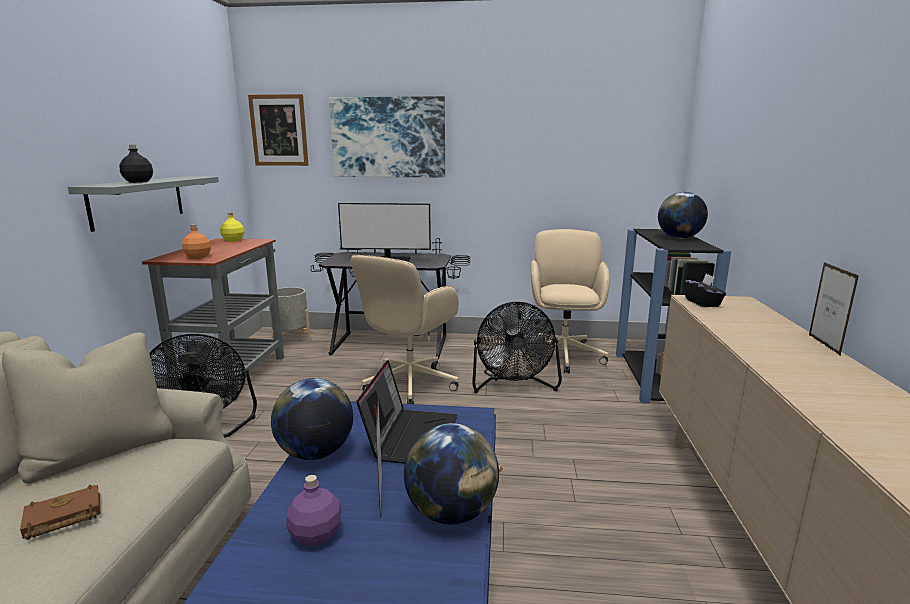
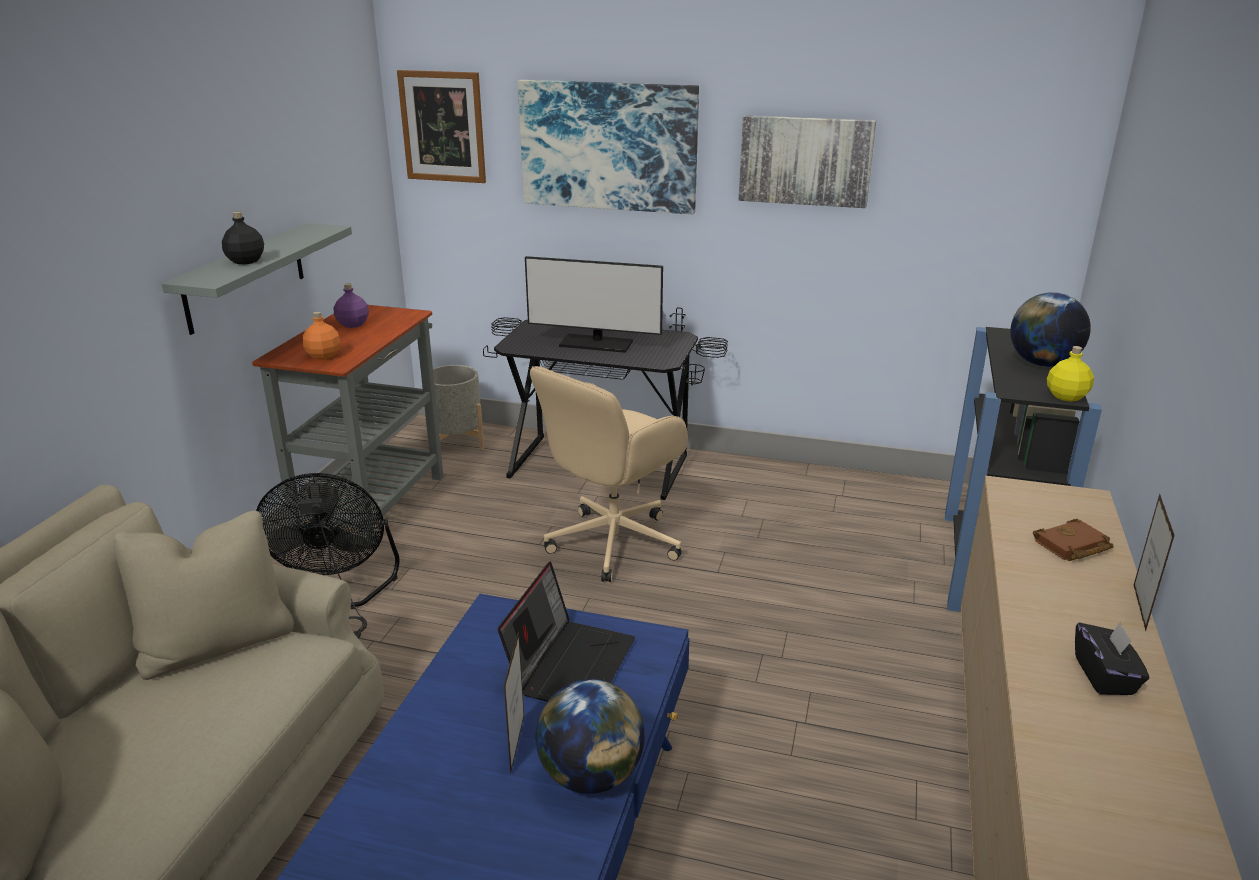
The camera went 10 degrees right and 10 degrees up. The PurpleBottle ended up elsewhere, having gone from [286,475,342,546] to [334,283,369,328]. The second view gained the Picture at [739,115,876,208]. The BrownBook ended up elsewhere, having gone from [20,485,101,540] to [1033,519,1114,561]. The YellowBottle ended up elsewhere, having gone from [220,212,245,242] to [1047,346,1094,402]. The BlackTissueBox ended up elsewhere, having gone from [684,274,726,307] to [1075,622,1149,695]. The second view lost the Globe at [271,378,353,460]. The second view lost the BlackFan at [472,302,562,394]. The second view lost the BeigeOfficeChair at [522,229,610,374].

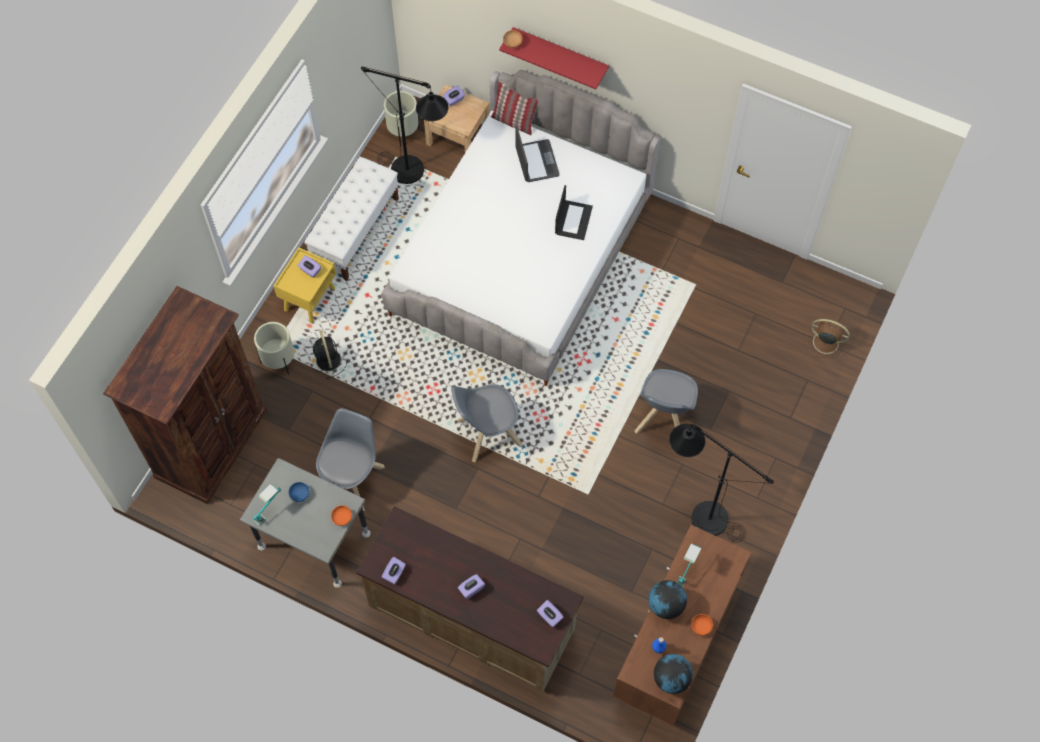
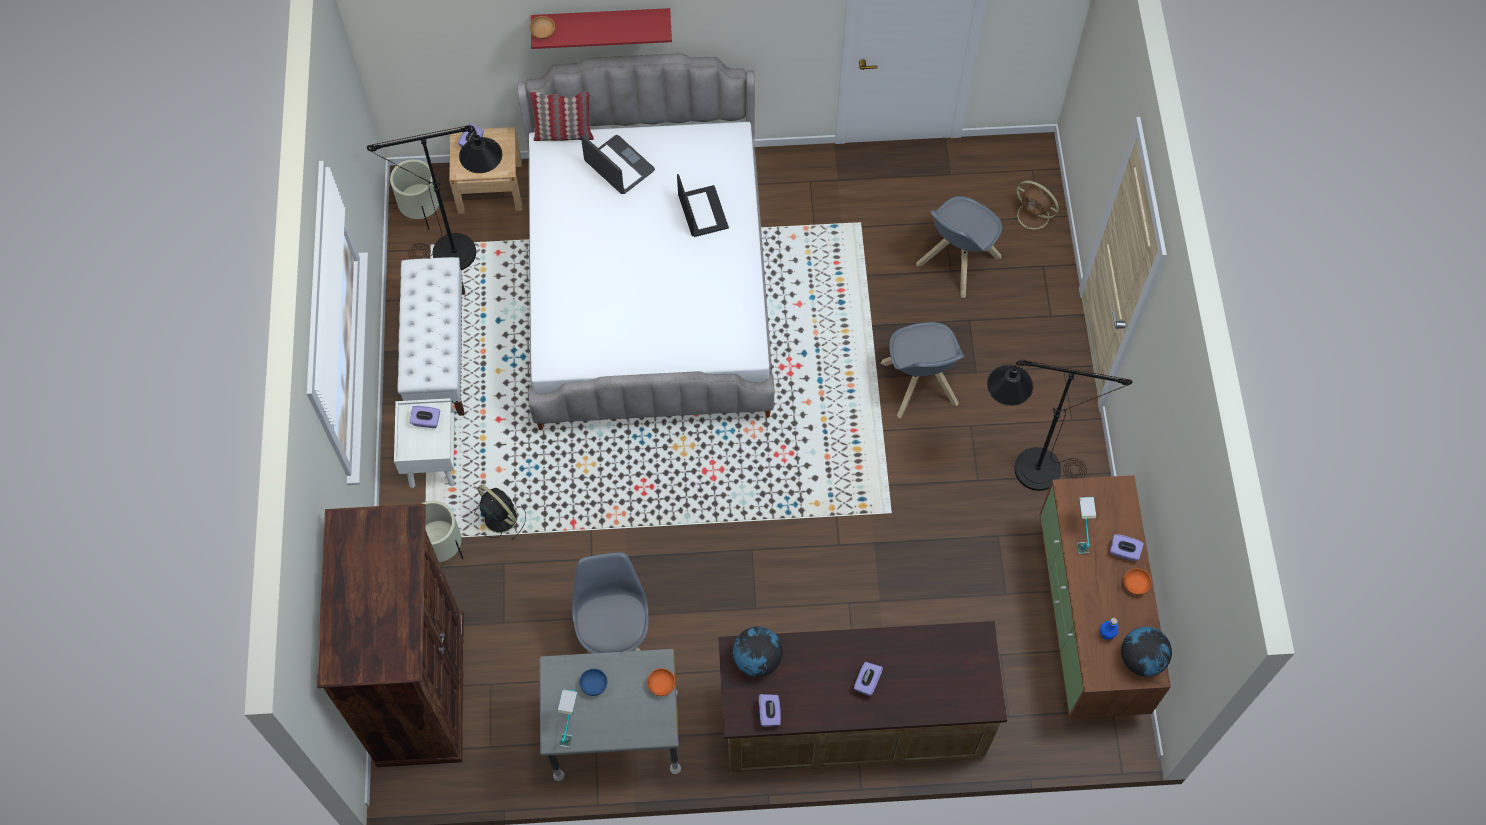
The camera went 30 degrees left and 0 degrees up. What was the YellowNightstand at [274,247,336,323] turned into the WhiteNightstand at [394,398,455,488]. The Globe ended up elsewhere, having gone from [648,580,687,619] to [733,627,783,677]. The GreyChair ended up elsewhere, having gone from [451,384,523,462] to [916,196,1002,298]. The BrownFan at [806,319,850,358] ended up facing another way, 135 degrees counterclockwise from before. The PurpleTissueBox ended up elsewhere, having gone from [537,600,564,627] to [1110,534,1144,561].

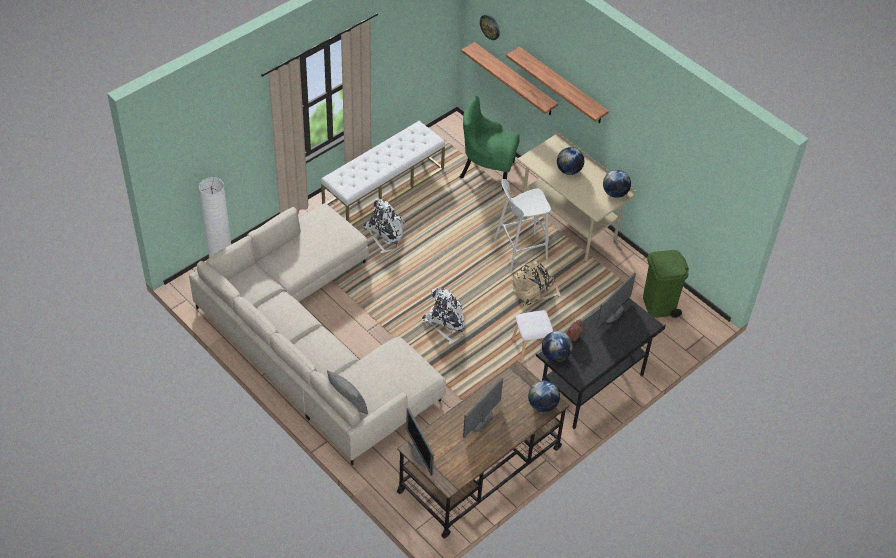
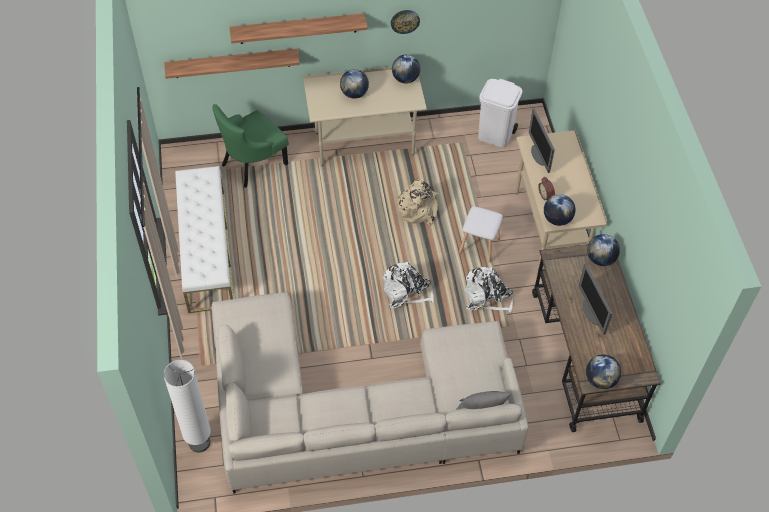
The camera went 55 degrees left and 5 degrees up. The WallClock ended up elsewhere, having gone from [480,15,500,40] to [391,10,420,34]. The WhiteBackpack ended up elsewhere, having gone from [363,199,404,253] to [465,267,513,313]. What was the GreenTrashCan at [643,250,689,318] turned into the WhiteTrashCan at [478,79,522,147]. What was the BlackDesk at [536,298,666,430] turned into the BeigeDesk at [515,129,607,270]. Where the Monitor stood at [406,408,434,476], the Globe came to stand at [586,354,621,389]. The second view lost the WhiteStool at [494,179,551,273].

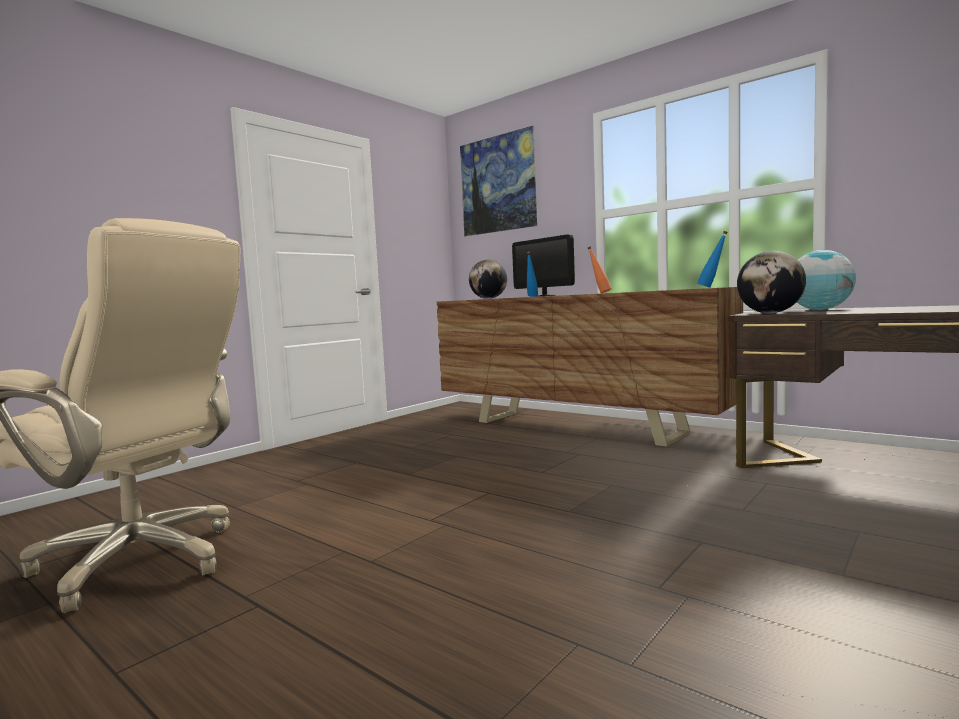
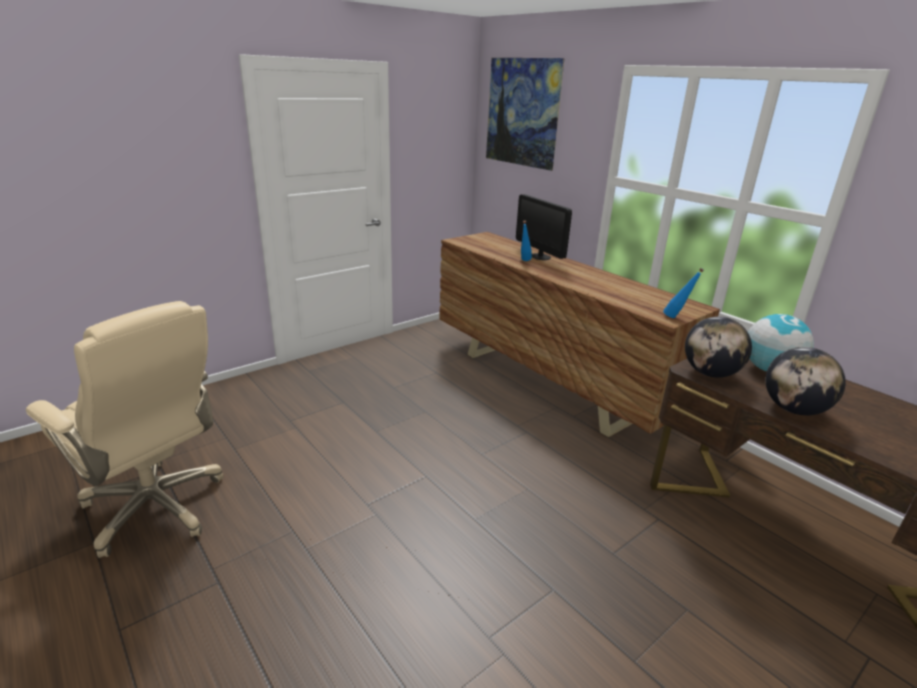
The camera went 10 degrees right and 20 degrees up. The Globe ended up elsewhere, having gone from [469,260,507,299] to [765,347,846,415]. The second view lost the OrangeBottle at [588,247,612,293].

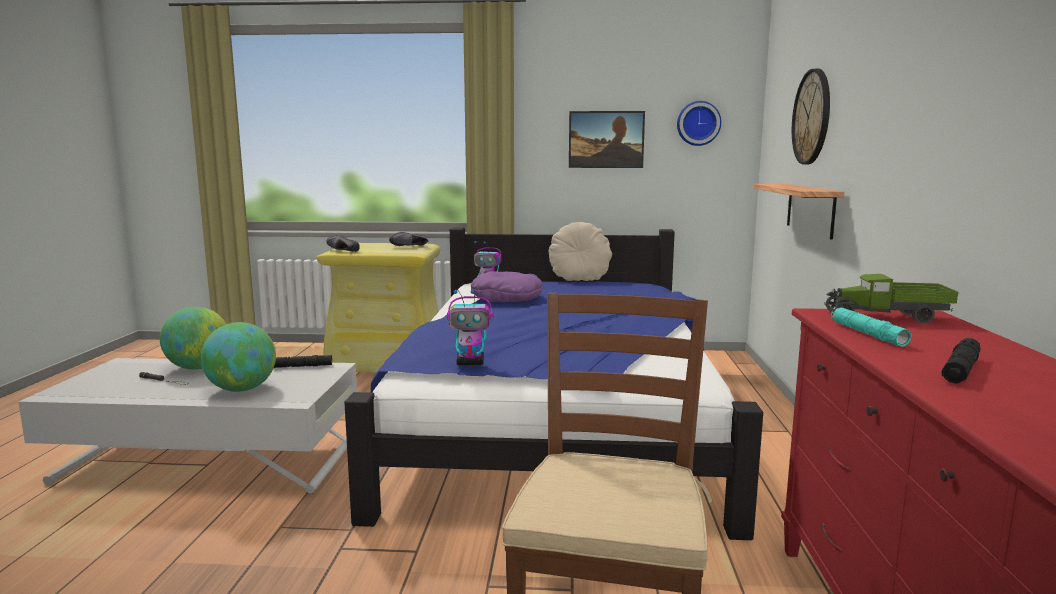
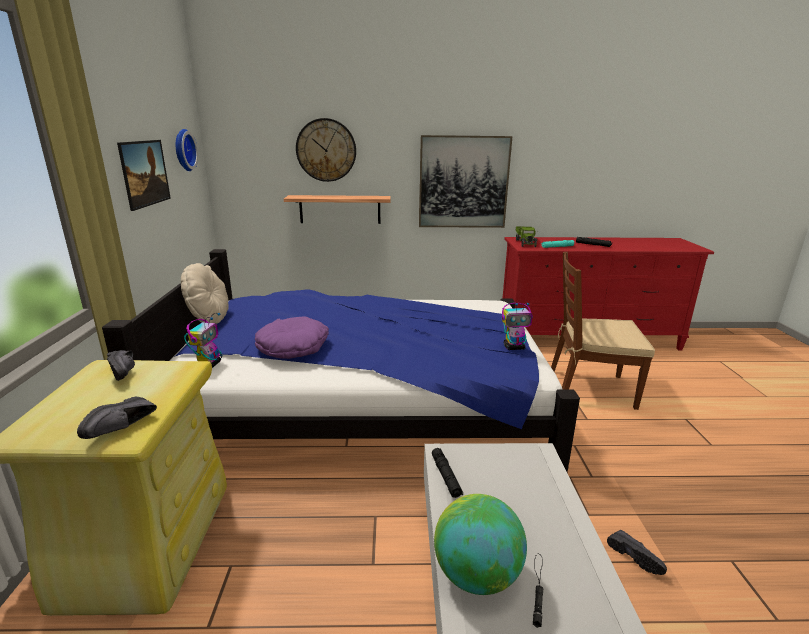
The camera went 95 degrees left and 10 degrees up. The second view gained the Picture at [419,135,512,228]. The ToyRobot at [447,290,493,365] ended up facing another way, 90 degrees clockwise from before. The second view gained the BlackShoe at [607,530,667,575]. The second view lost the Globe at [201,322,276,392].

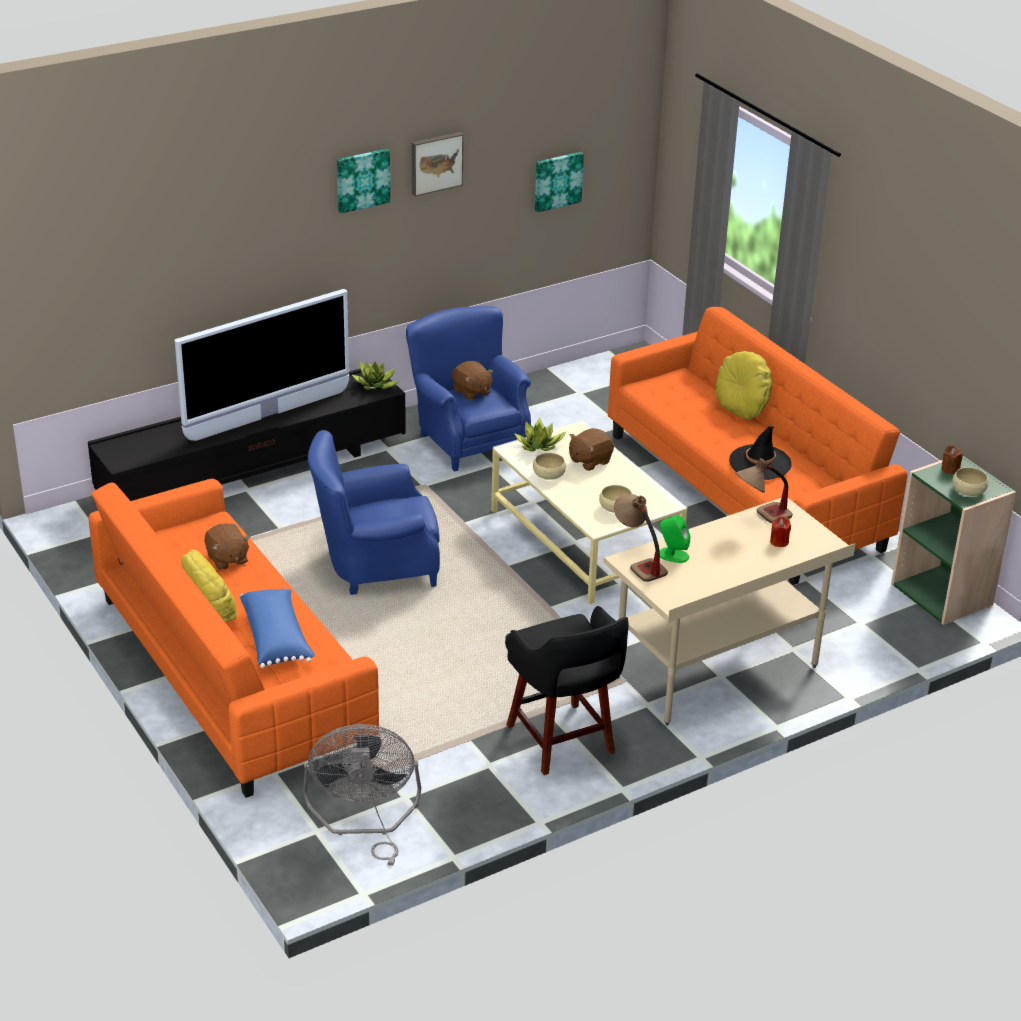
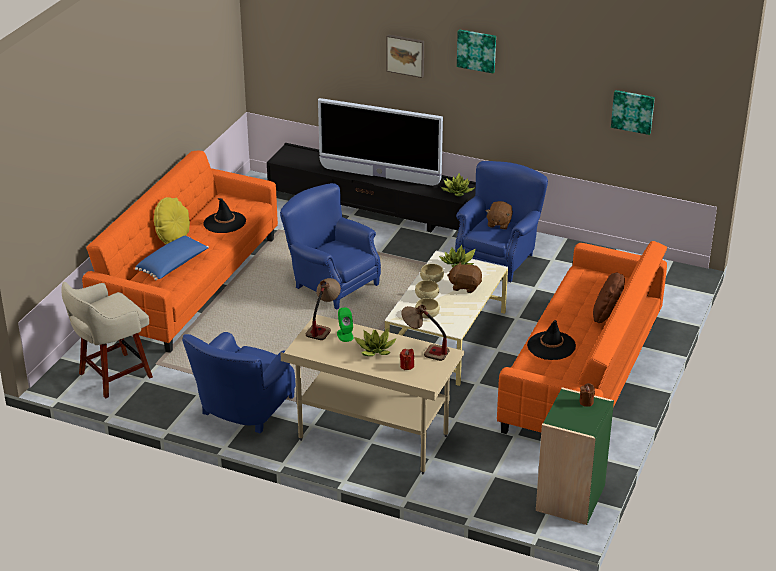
The camera went 55 degrees right and 0 degrees up. Where the GreyFan stood at [303,724,421,866], the BeigeStool came to stand at [61,282,153,399]. Where the BlackStool stood at [505,606,628,775], the BlueArmchair came to stand at [182,332,295,434]. Where the BrownPlushToy stood at [205,523,250,570], the BlackHat came to stand at [203,198,246,233]. The second view gained the PottedPlant at [354,329,396,356]. The Picture ended up elsewhere, having gone from [412,132,464,196] to [387,34,424,78]. The BeigeBowl ended up elsewhere, having gone from [952,467,989,496] to [415,280,439,299]. What was the YellowPillow at [715,351,772,420] turned into the BrownPillow at [593,273,625,323].

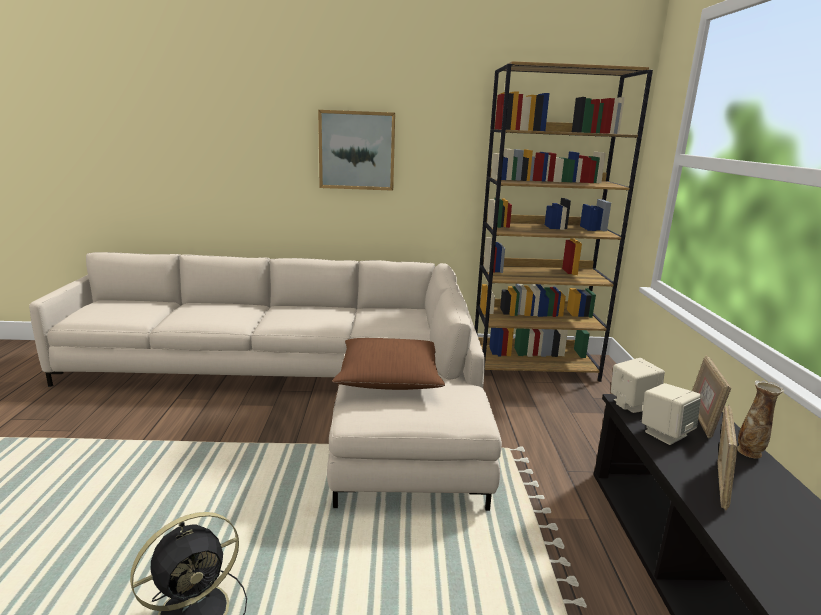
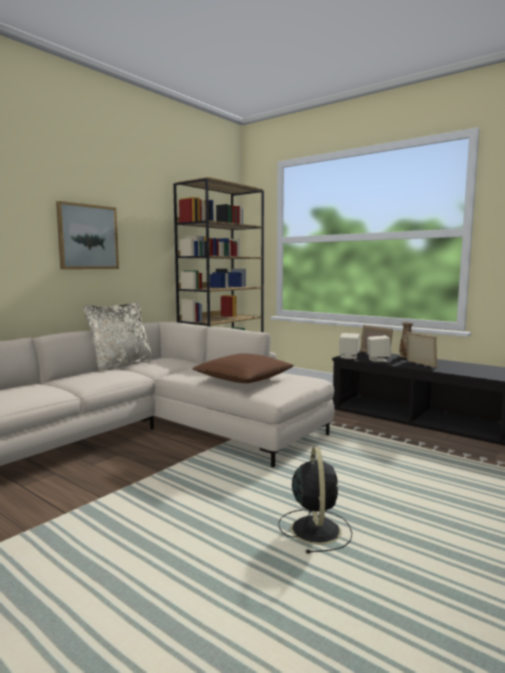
The camera went 50 degrees left and 10 degrees down. The second view gained the BeigePillow at [83,302,152,371].

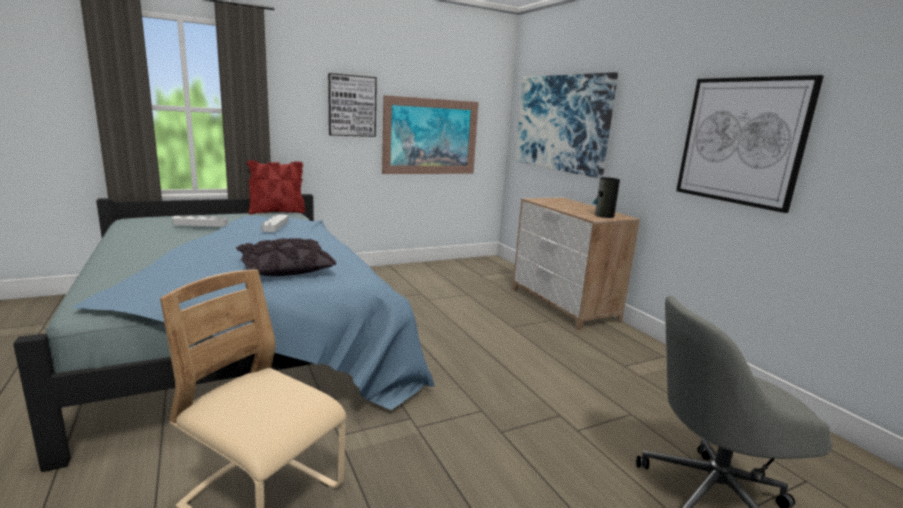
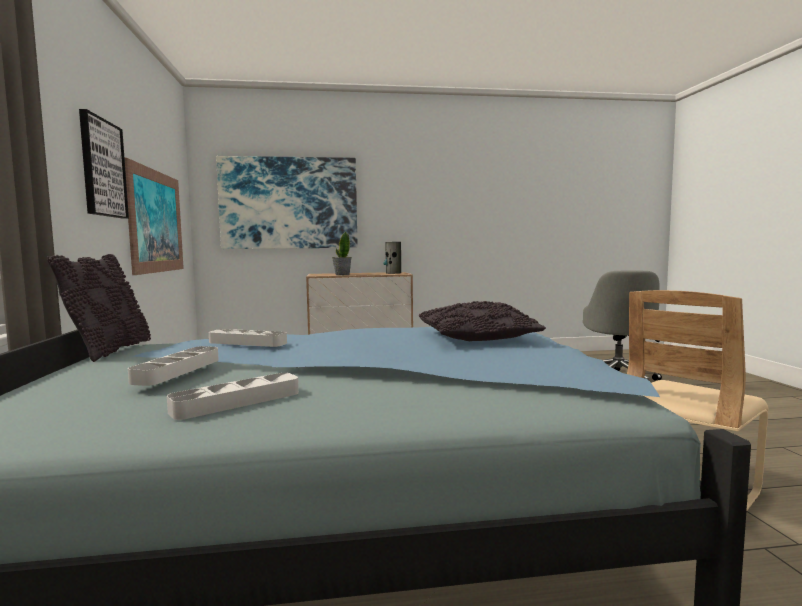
The camera went 70 degrees left and 10 degrees down. What was the RedPillow at [246,160,305,214] turned into the BlackPillow at [47,254,151,362]. The second view gained the GreyTray at [167,373,299,420]. The second view gained the PottedPlant at [332,231,352,275]. The second view lost the Picture at [676,75,824,213].

